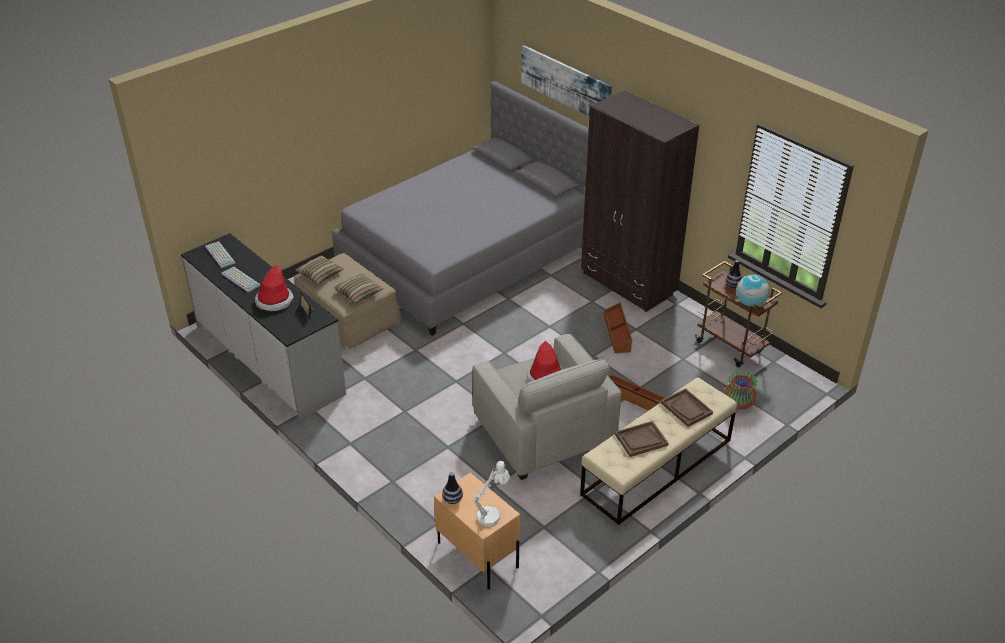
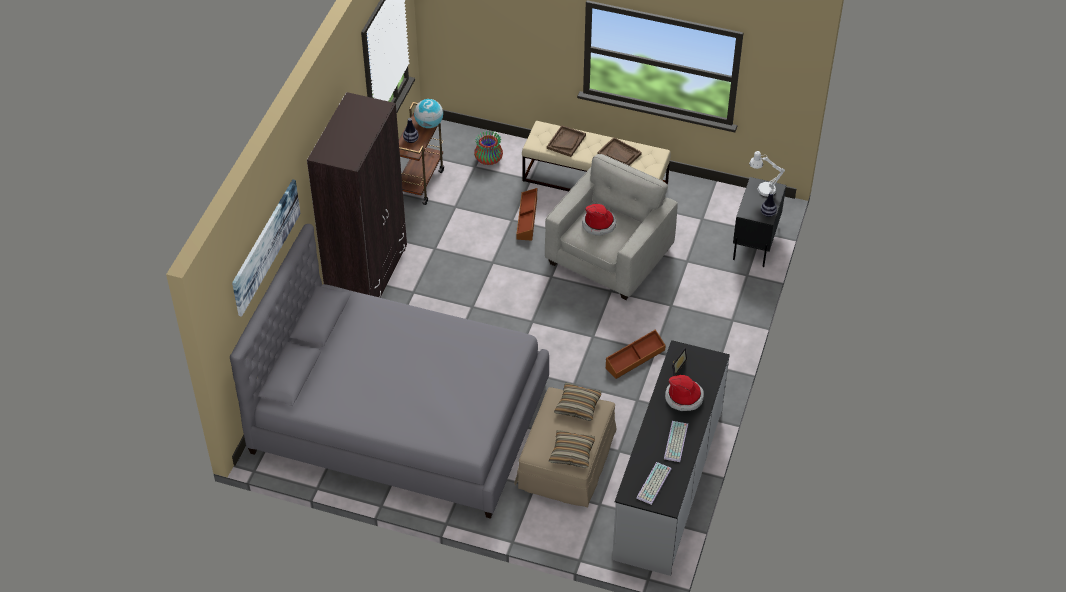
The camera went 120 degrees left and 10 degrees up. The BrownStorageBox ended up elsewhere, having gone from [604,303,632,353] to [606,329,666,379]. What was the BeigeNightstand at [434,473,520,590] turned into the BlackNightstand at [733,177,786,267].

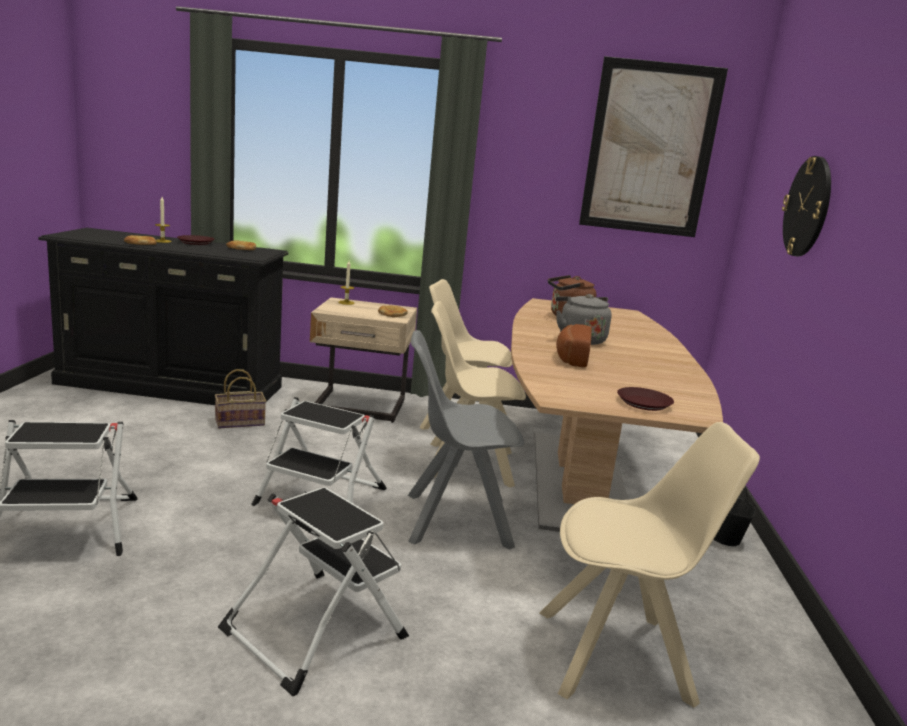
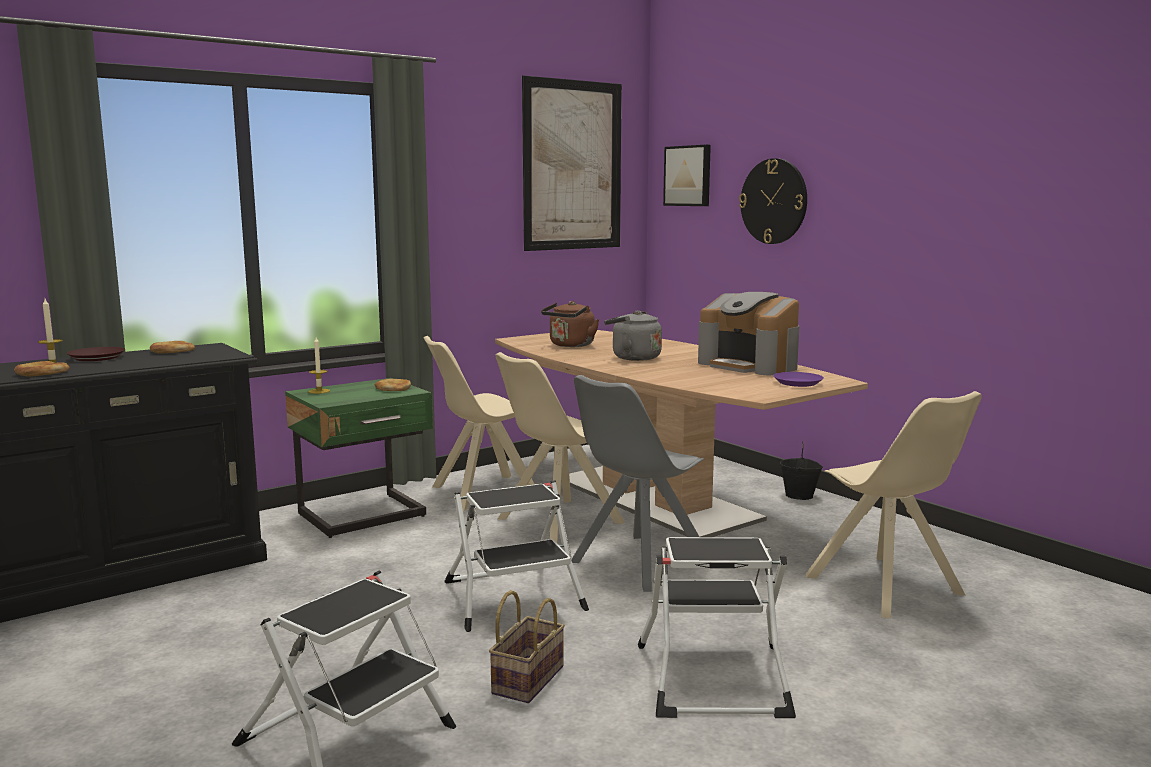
The camera went 40 degrees left and 5 degrees down. What was the BeigeNightstand at [310,297,417,423] turned into the GreenNightstand at [285,378,433,538]. The Basket ended up elsewhere, having gone from [215,369,266,428] to [489,590,565,703]. The second view gained the Picture at [663,145,711,206]. The second view gained the CoffeeMachine at [698,292,799,375]. What was the BrownPlate at [617,387,674,411] turned into the PurplePlate at [773,372,824,387]. The BeigeChair at [539,422,760,708] ended up facing another way, 105 degrees clockwise from before. The second view lost the Bread at [556,324,592,367].

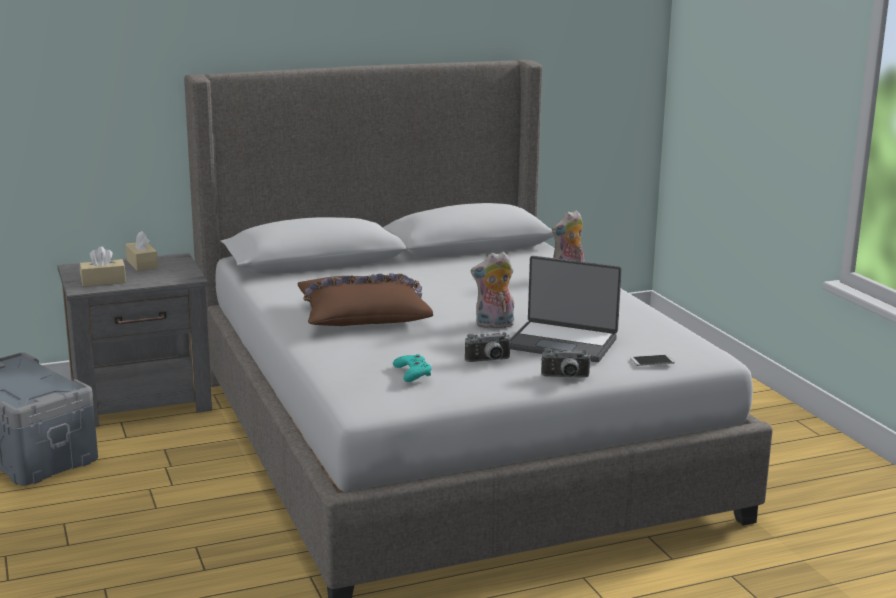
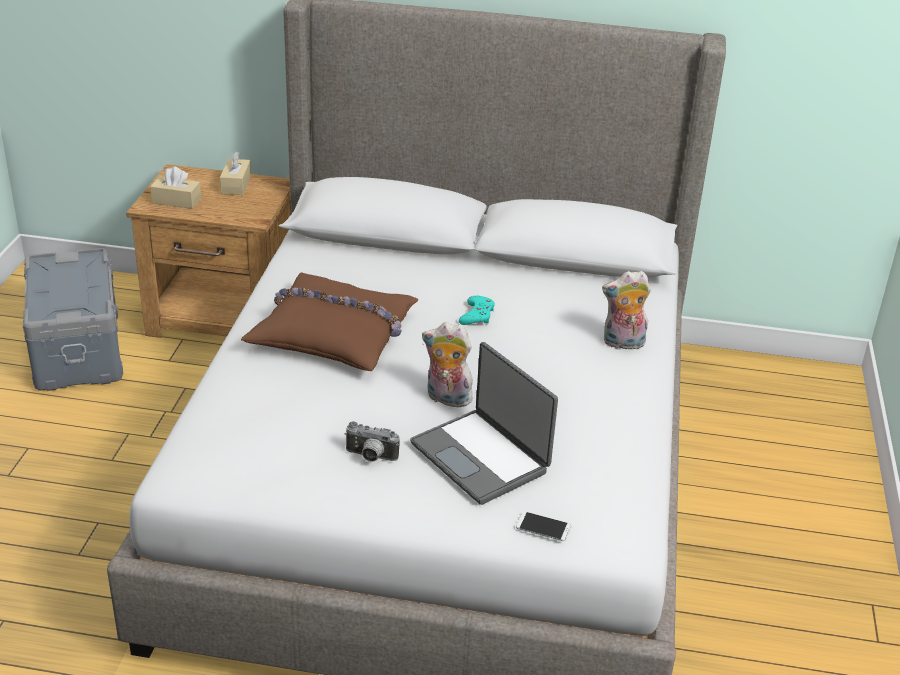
The camera went 30 degrees right and 15 degrees up. What was the GreyNightstand at [57,253,212,427] turned into the BrownNightstand at [126,164,291,338]. The TurquoiseGameController ended up elsewhere, having gone from [393,354,432,382] to [459,296,495,325]. The second view lost the PhotoCamera at [541,348,591,378].

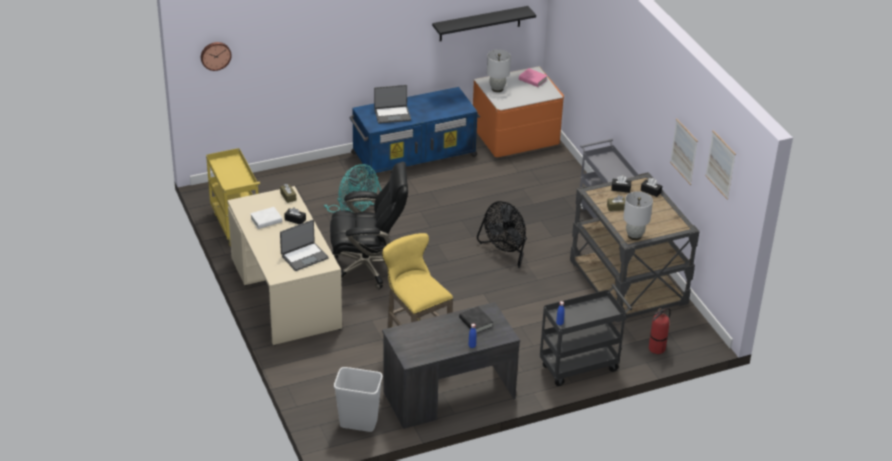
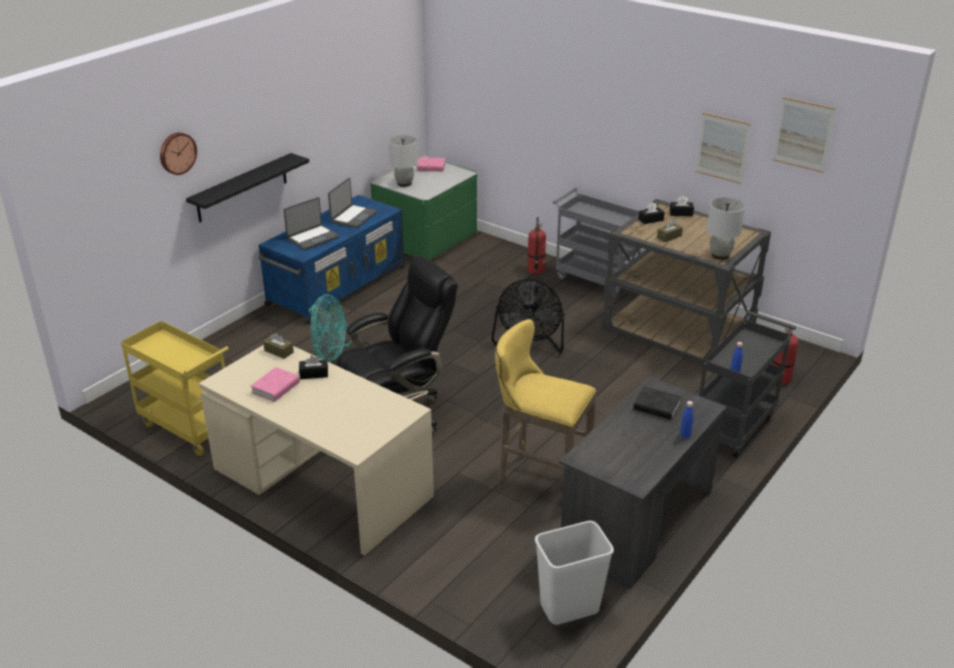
The camera went 30 degrees left and 5 degrees down. The WallClock ended up elsewhere, having gone from [201,42,232,71] to [160,132,197,175]. The BlackShelf ended up elsewhere, having gone from [432,6,536,41] to [186,153,309,222]. What was the WhiteBook at [250,207,282,229] turned into the PinkBook at [251,367,300,402]. The Laptop ended up elsewhere, having gone from [280,220,329,271] to [328,178,378,228]. What was the OrangeNightstand at [473,66,564,157] turned into the GreenNightstand at [370,156,477,260]. The second view gained the FireExtinguisher at [527,217,546,274].

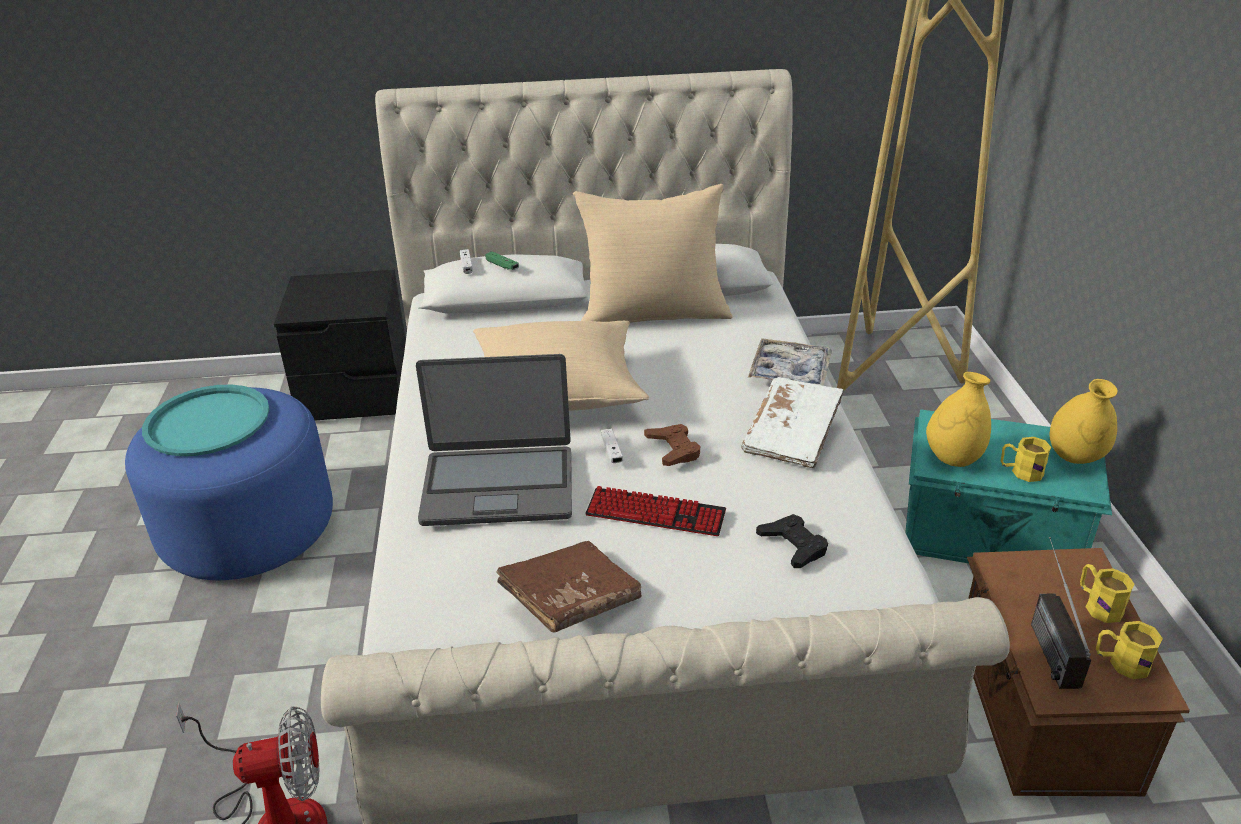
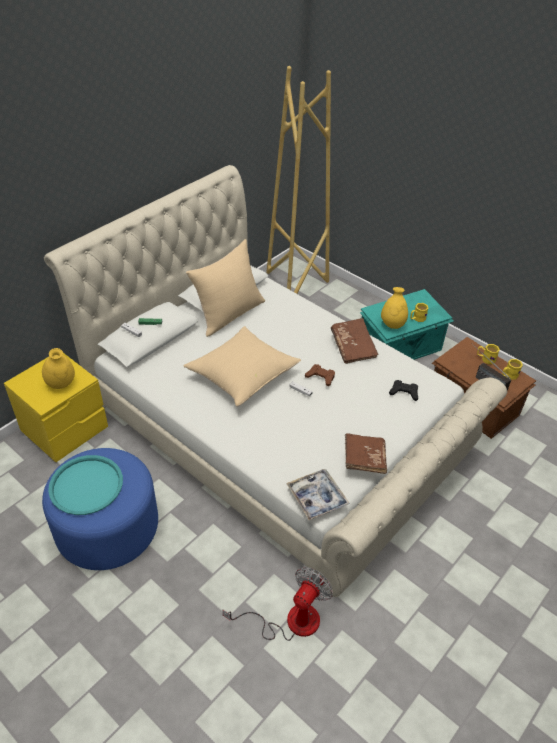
The camera went 45 degrees left and 10 degrees up. What was the BlackNightstand at [274,270,406,420] turned into the YellowNightstand at [4,353,108,462]. The YellowVase ended up elsewhere, having gone from [1050,379,1118,464] to [42,348,75,389]. The Tray ended up elsewhere, having gone from [748,338,832,386] to [286,469,350,520]. What was the WhiteBook at [742,377,844,468] turned into the BrownBook at [331,318,378,364]. The second view lost the Laptop at [416,354,572,526]. The second view lost the Keyboard at [585,486,726,536].

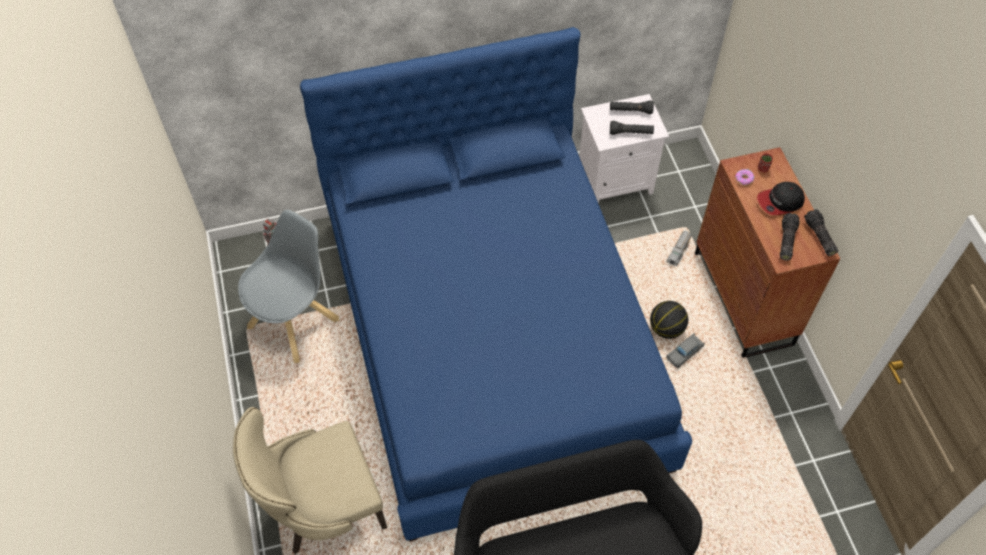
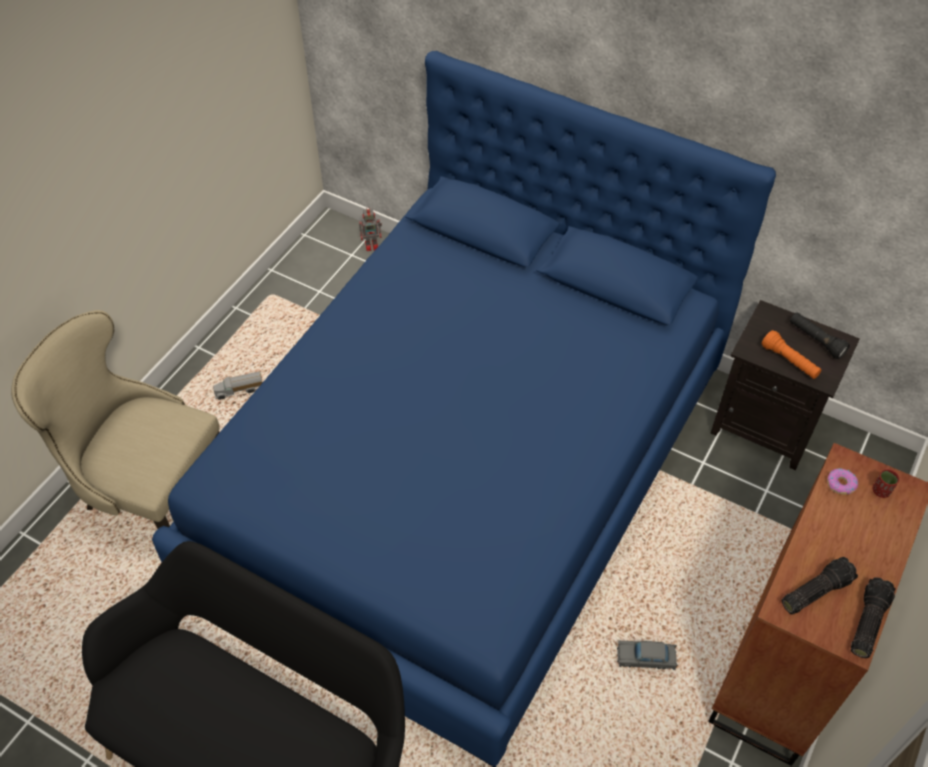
The camera went 45 degrees right and 5 degrees down. The ToyTruck ended up elsewhere, having gone from [666,231,692,266] to [213,371,263,400]. What was the WhiteNightstand at [579,94,669,203] turned into the BlackNightstand at [711,300,860,470]. What was the BlackFlashlight at [610,121,654,135] turned into the OrangeFlashlight at [762,330,821,379]. The second view lost the GreyChair at [238,210,339,363]. The second view lost the Basketball at [650,301,688,339]. The second view lost the Cap at [757,182,805,215].

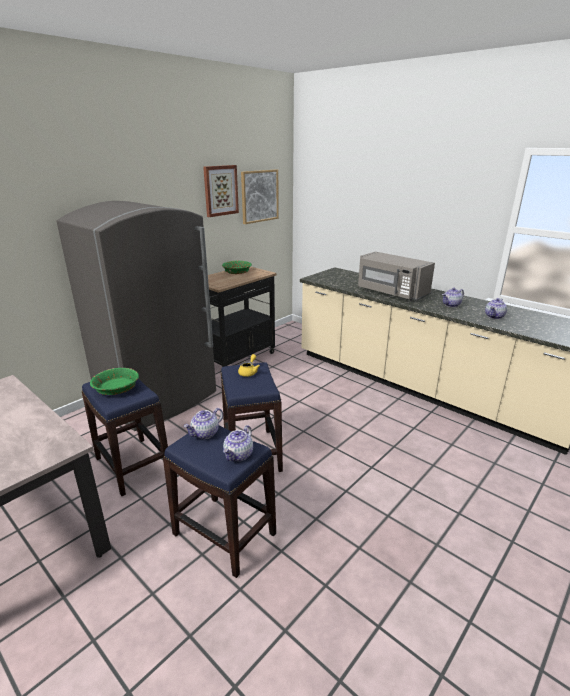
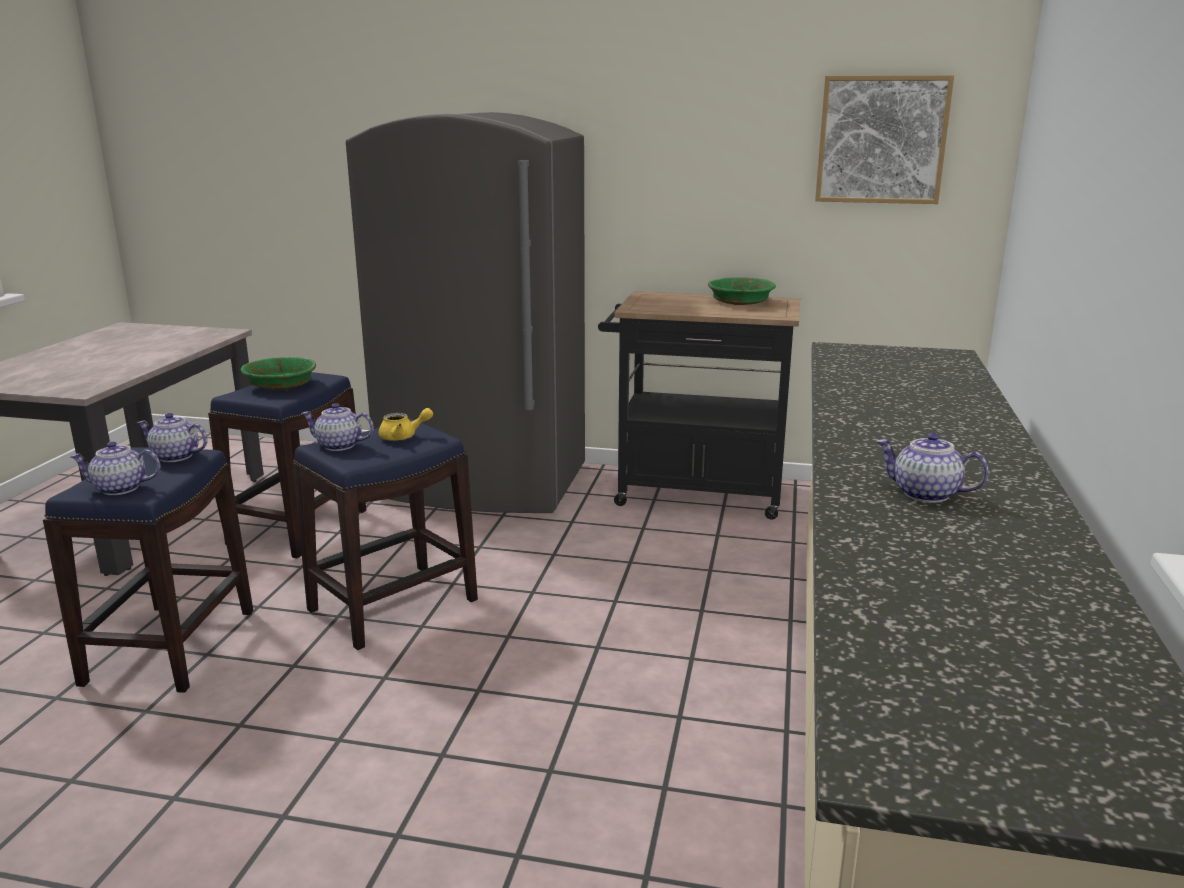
The camera went 60 degrees right and 5 degrees down. The Teapot ended up elsewhere, having gone from [485,298,507,319] to [301,403,374,451]. The second view lost the Picture at [203,165,239,217]. The second view lost the GreyMicrowave at [358,252,435,300].

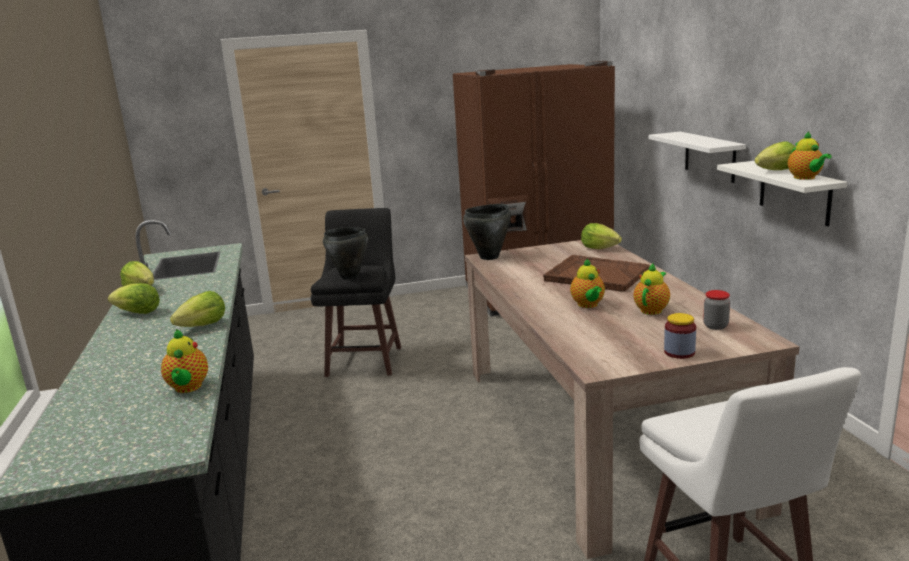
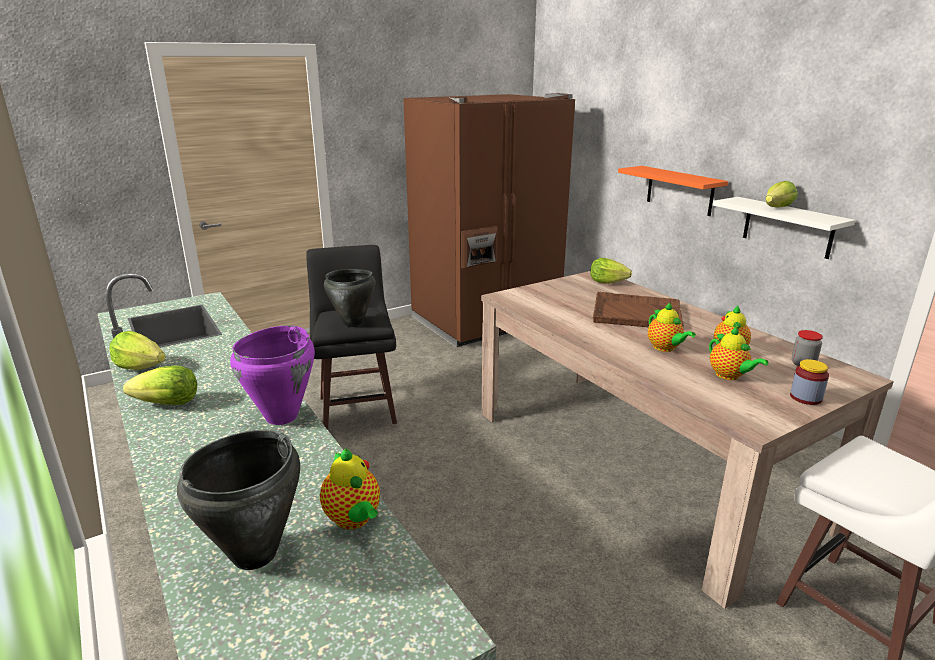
The camera went 20 degrees left and 5 degrees up. The BlackCookingPot ended up elsewhere, having gone from [463,204,511,260] to [177,430,300,570]. Where the Lettuce stood at [170,291,225,327], the PurpleCookingPot came to stand at [230,325,315,425]. What was the WhiteShelf at [649,132,746,183] turned into the OrangeShelf at [618,166,728,216]. The Teapot ended up elsewhere, having gone from [788,132,832,180] to [709,327,768,380].

